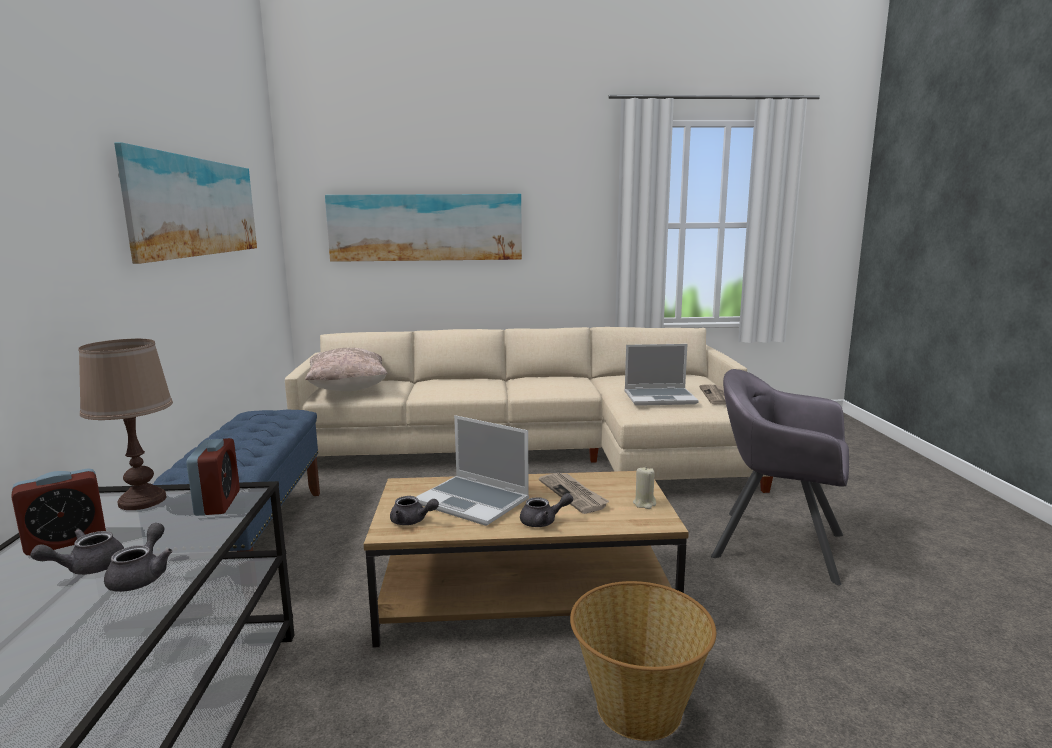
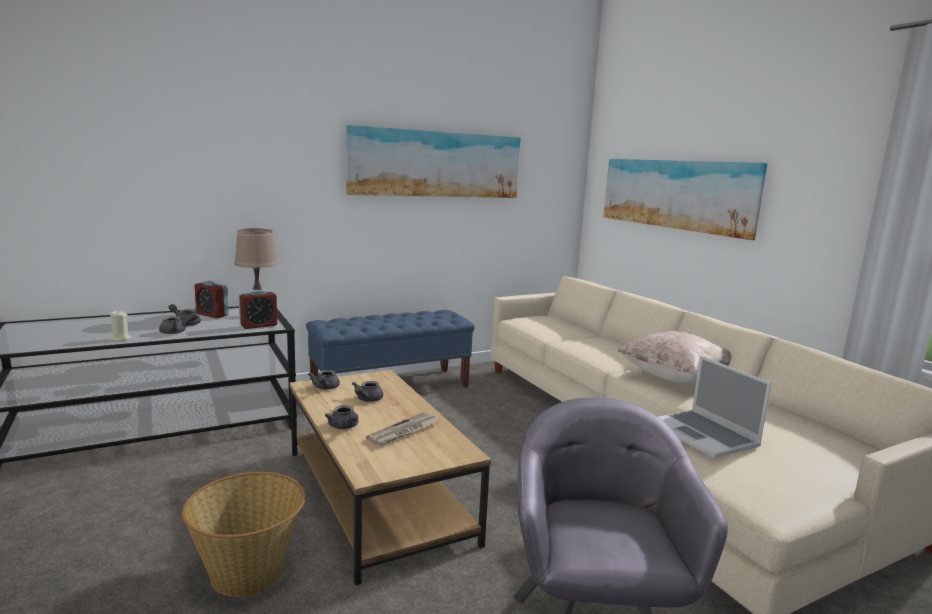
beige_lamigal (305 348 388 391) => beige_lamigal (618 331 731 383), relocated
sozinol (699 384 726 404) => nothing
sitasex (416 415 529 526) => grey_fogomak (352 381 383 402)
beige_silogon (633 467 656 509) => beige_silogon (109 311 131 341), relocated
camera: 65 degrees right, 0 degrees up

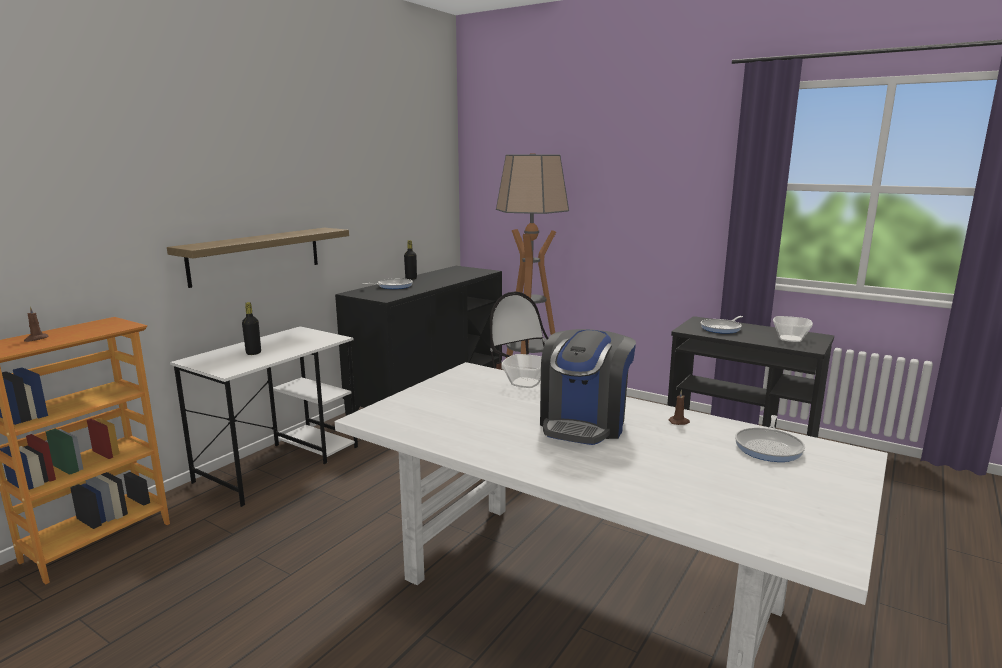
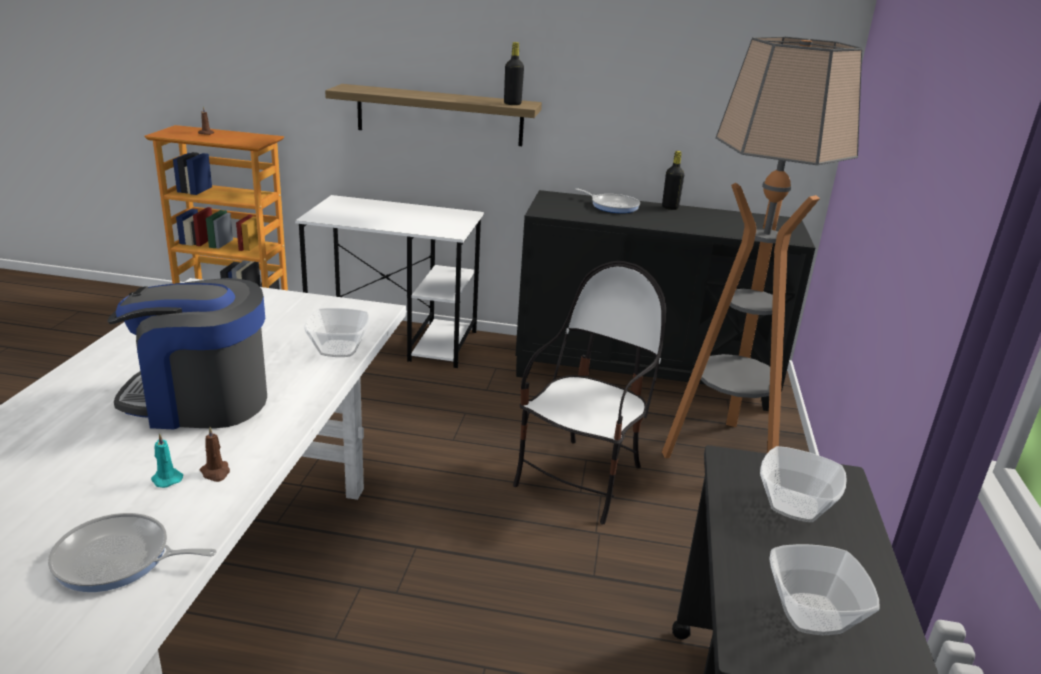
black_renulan (242 302 261 355) => black_renulan (504 42 524 105), relocated
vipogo (701 316 743 334) => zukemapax (760 446 847 522)
nothing => turquoise_silogon (151 433 183 488)
camera: 65 degrees right, 10 degrees up

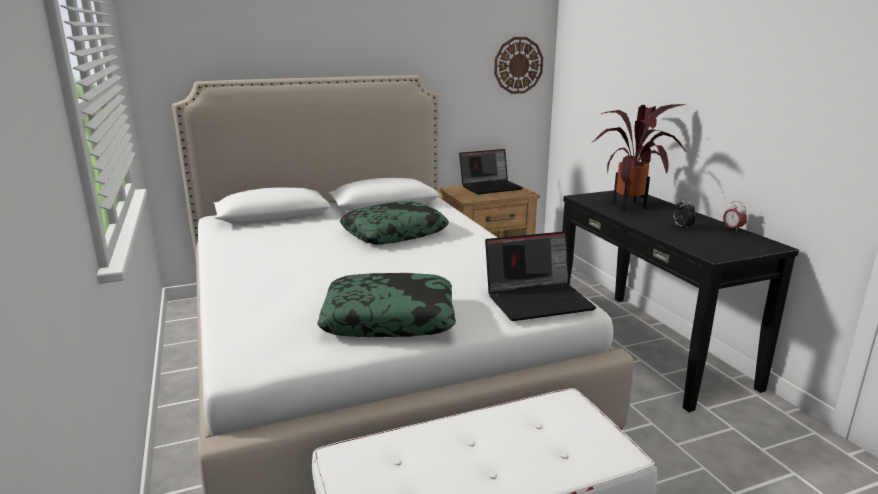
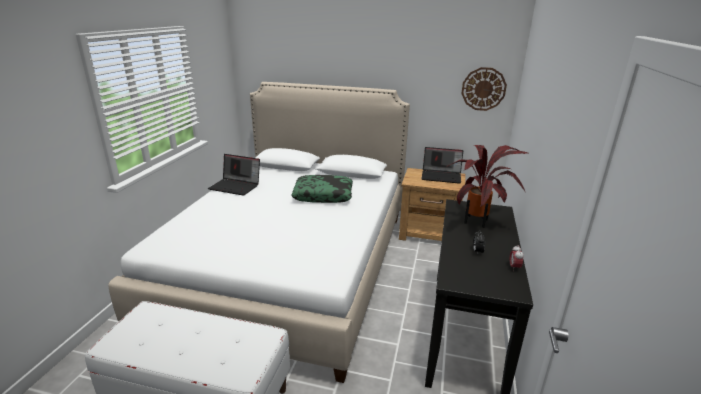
sitasex (485 231 597 321) => sitasex (208 154 260 196), relocated
lamigal (317 273 456 337) => nothing
camera: 35 degrees right, 5 degrees up

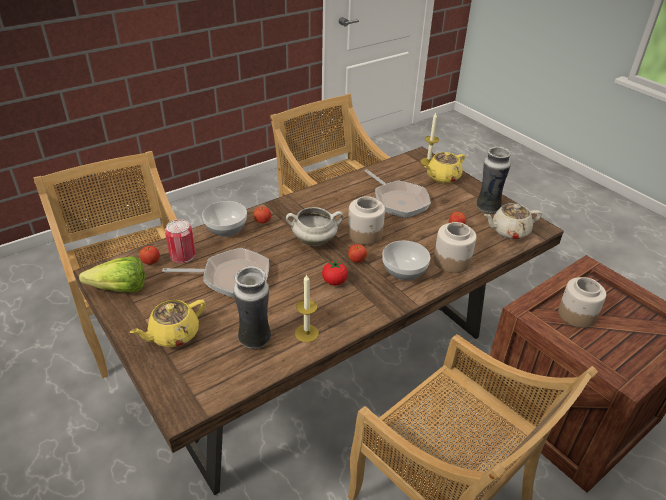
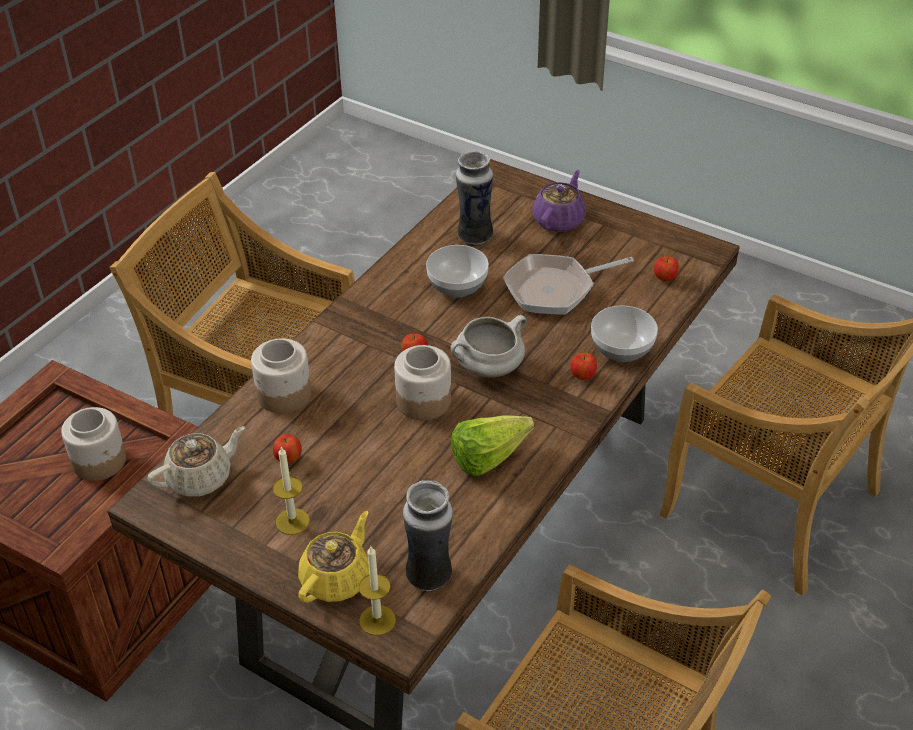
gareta (476 147 511 214) => gareta (403 480 453 591), relocated
vipogo (365 169 431 218) => nothing
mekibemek (165 219 196 263) => nothing
zukemapax (383 241 430 280) => zukemapax (426 245 489 298), relocated
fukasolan (79 256 145 293) => fukasolan (451 415 534 477), relocated
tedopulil (322 259 348 285) => nothing
silogon (295 274 319 343) => silogon (273 446 310 535), relocated
yellow_fogomak (130 300 206 347) => purple_fogomak (532 170 586 232)
camera: 160 degrees right, 5 degrees up

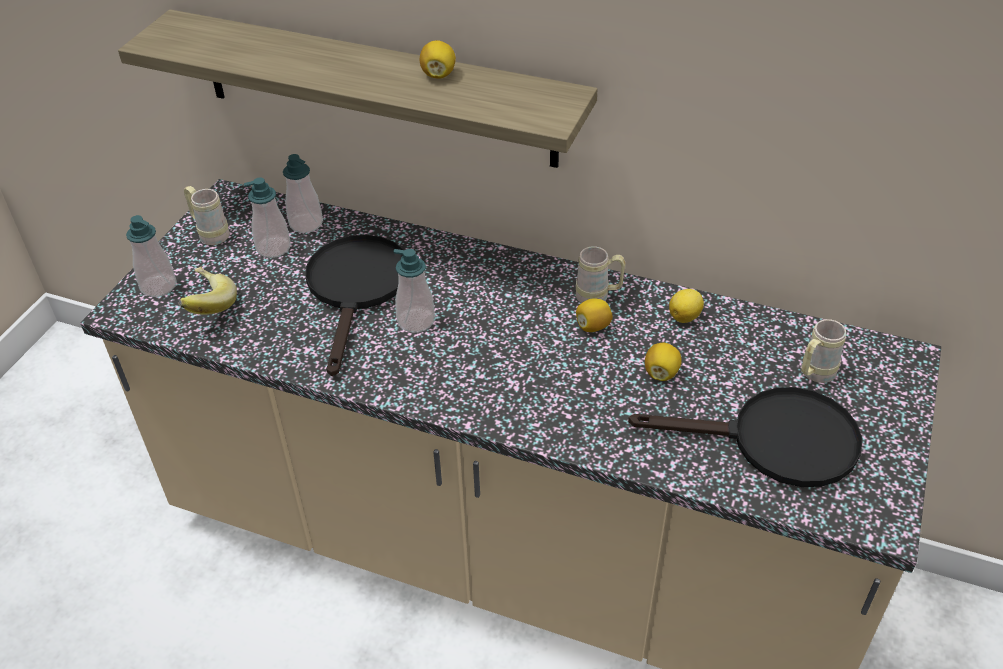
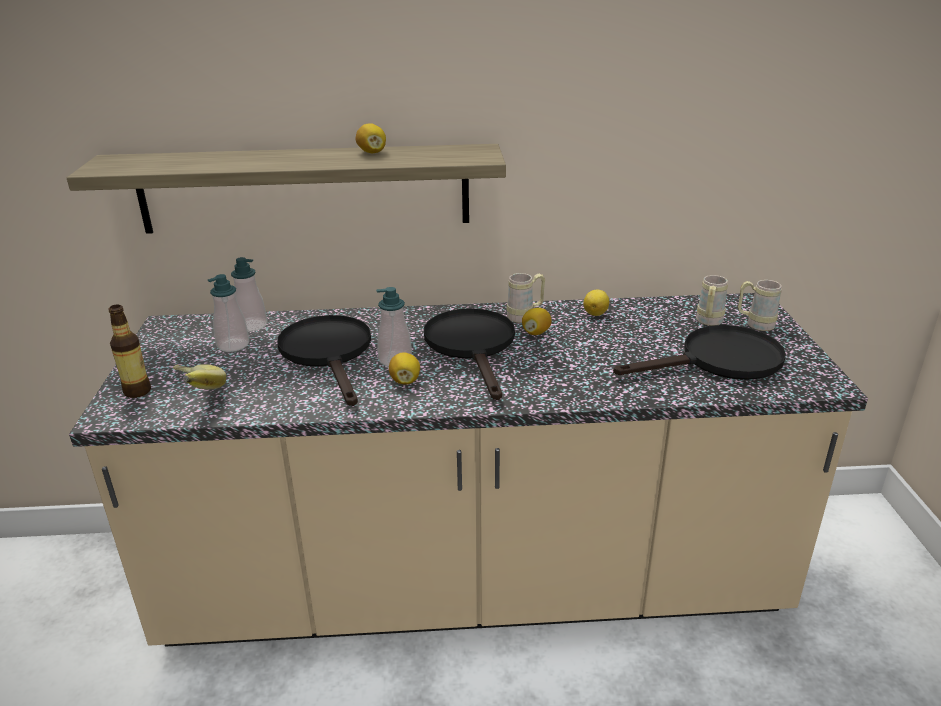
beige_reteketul (184 186 230 245) => beige_reteketul (738 280 782 331), relocated
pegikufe (126 215 177 297) => renulan (108 305 151 398)
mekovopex (645 343 682 381) => mekovopex (389 352 420 384), relocated
nothing => black_vipogo (424 308 515 400)
camera: 25 degrees left, 15 degrees down

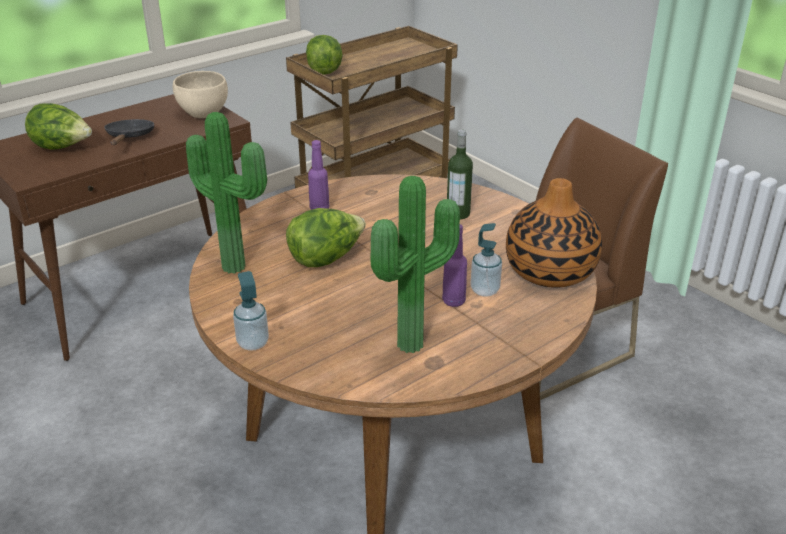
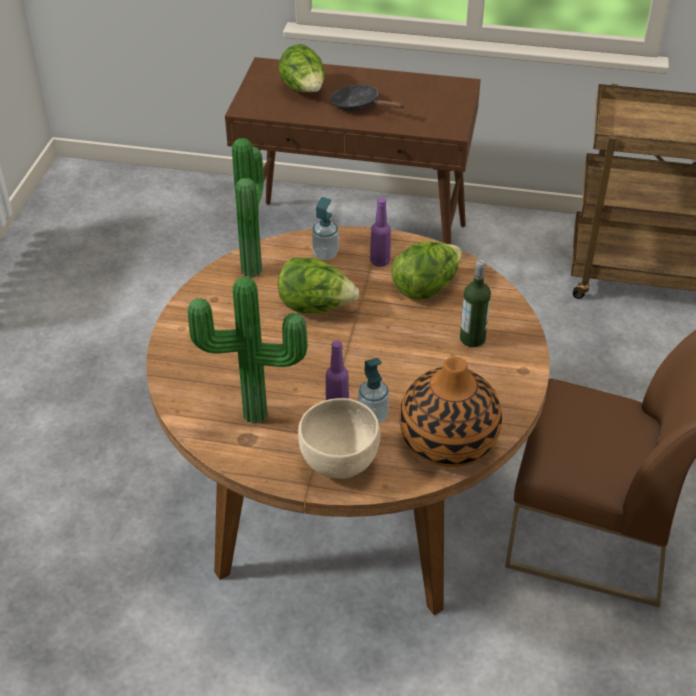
fukasolan (306 35 343 75) => fukasolan (391 242 462 299), relocated
beige_zukemapax (173 71 228 118) => beige_zukemapax (298 398 380 479), relocated
black_vipogo (105 119 155 145) => black_vipogo (331 85 406 111), 105 degrees counterclockwise
pegikufe (233 271 269 351) => pegikufe (312 197 339 260), relocated
camera: 50 degrees right, 10 degrees up

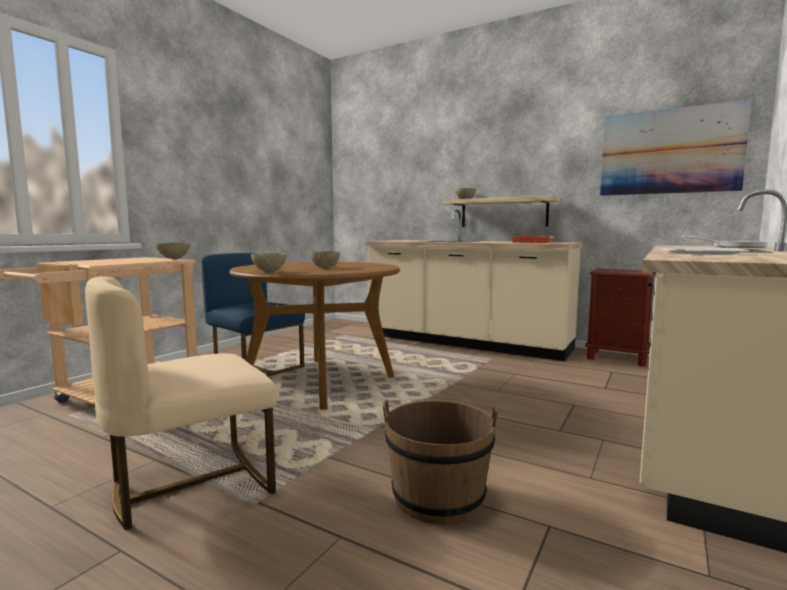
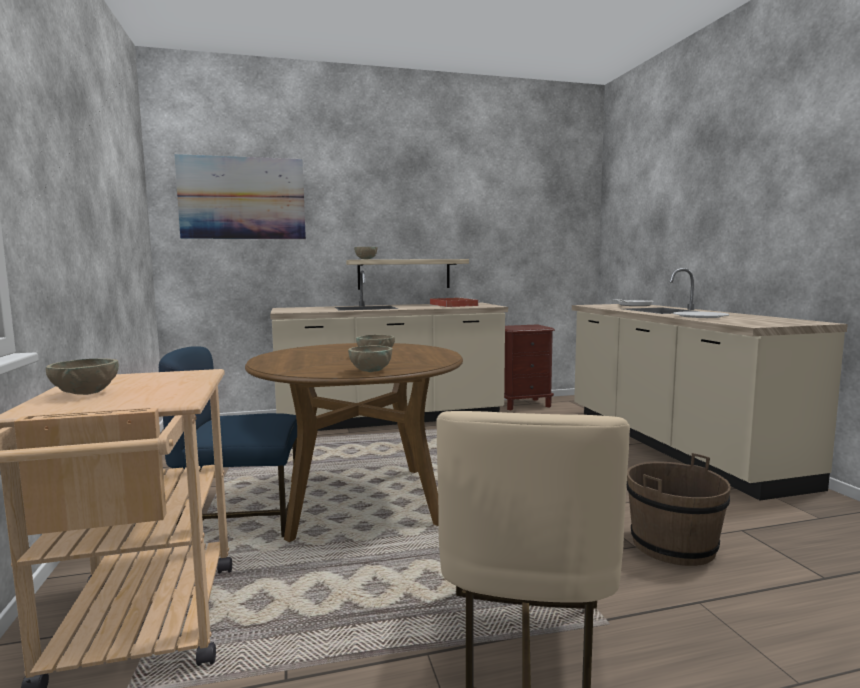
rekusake (600 99 752 196) => rekusake (174 154 306 239), relocated
beige_zukemapax (156 243 190 259) => beige_zukemapax (46 358 119 395), relocated
camera: 45 degrees left, 0 degrees up

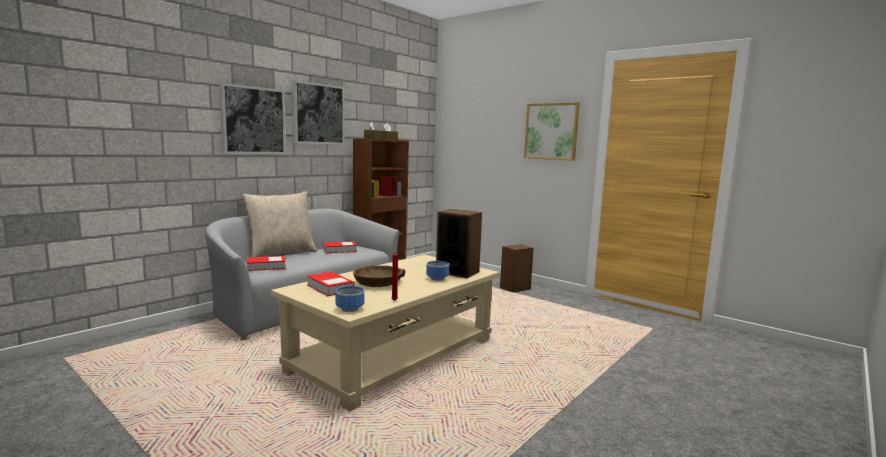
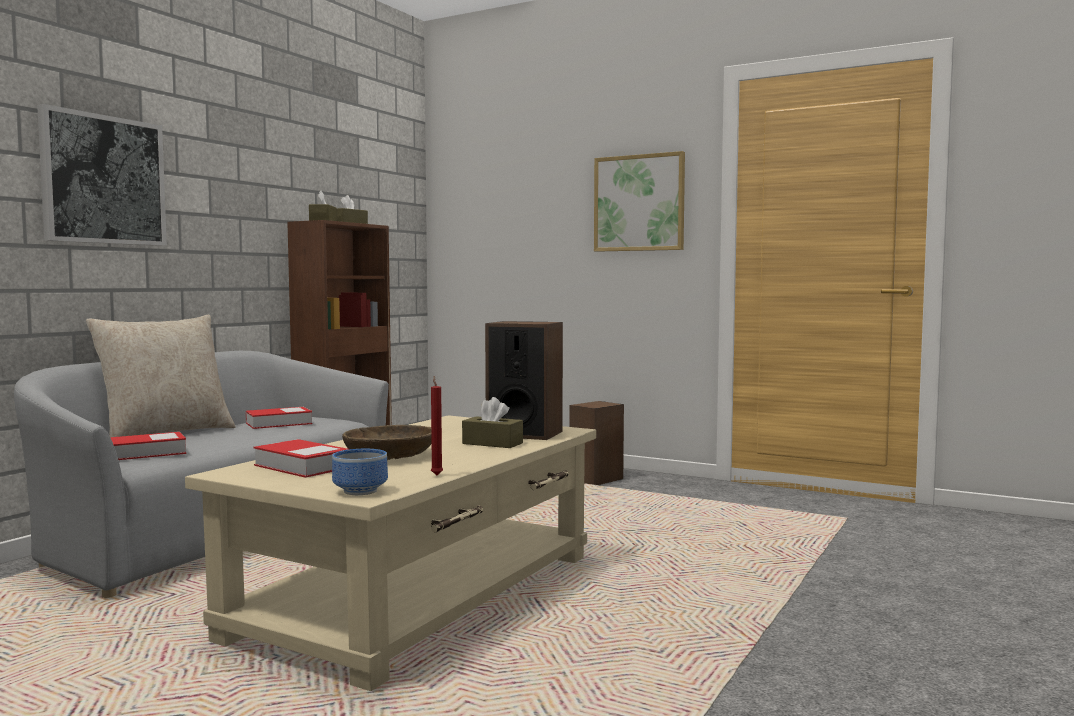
rekusake (292 80 345 144) => nothing
zukemapax (426 261 449 281) => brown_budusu (462 397 523 448)
camera: 10 degrees left, 5 degrees down

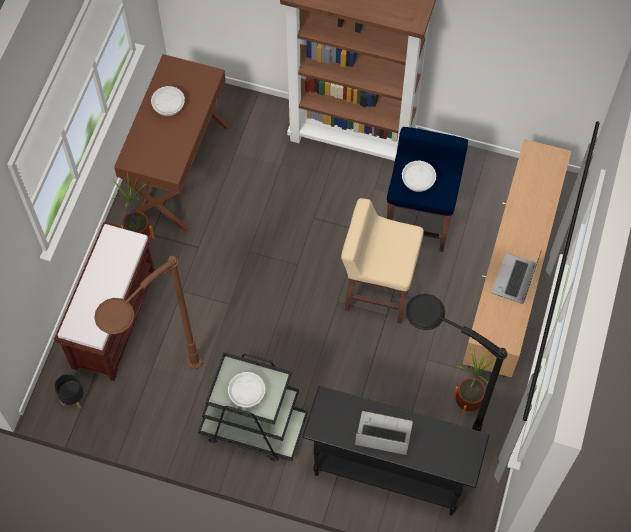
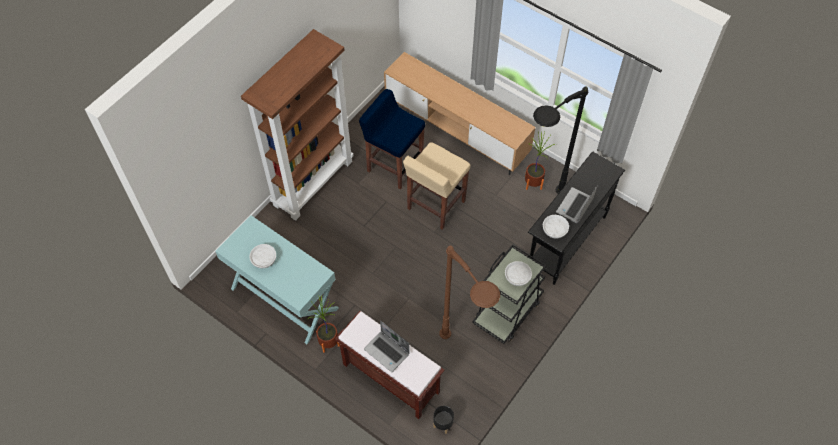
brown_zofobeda (114 54 230 232) => turquoise_zofobeda (215 215 339 344)
white_zukemapax (402 161 436 192) => white_zukemapax (543 215 569 238), relocated
sitasex (492 249 542 304) => sitasex (364 321 410 372), relocated
camera: 70 degrees left, 5 degrees down

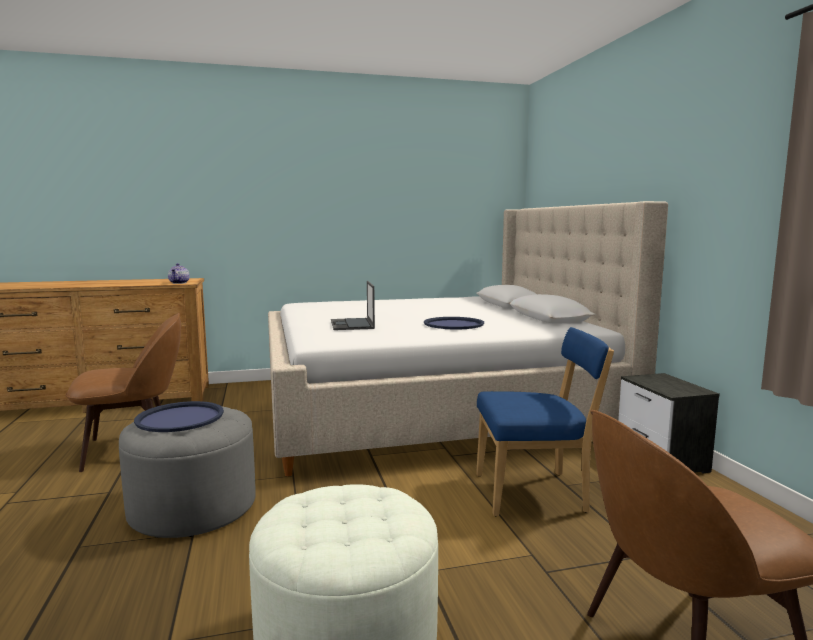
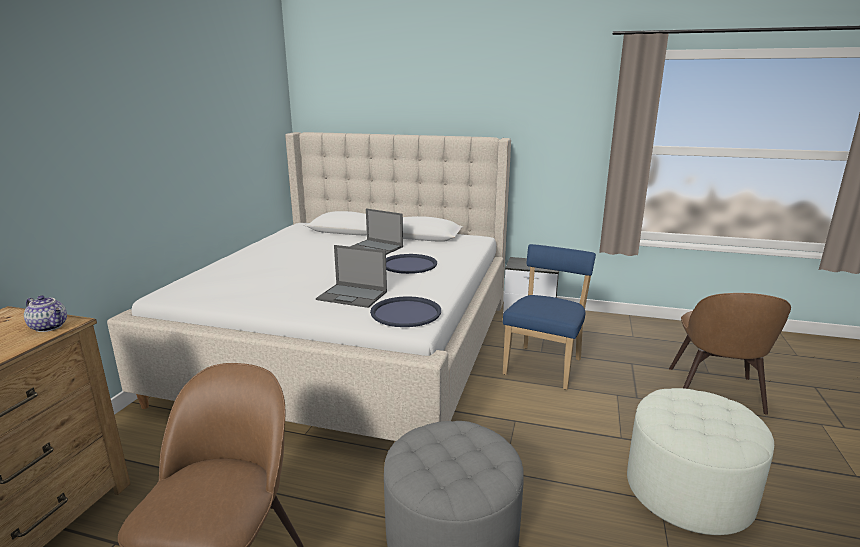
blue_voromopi (134 401 224 432) => blue_voromopi (370 296 441 327), relocated
nothing => sitasex (350 209 403 255)
camera: 60 degrees left, 10 degrees up

